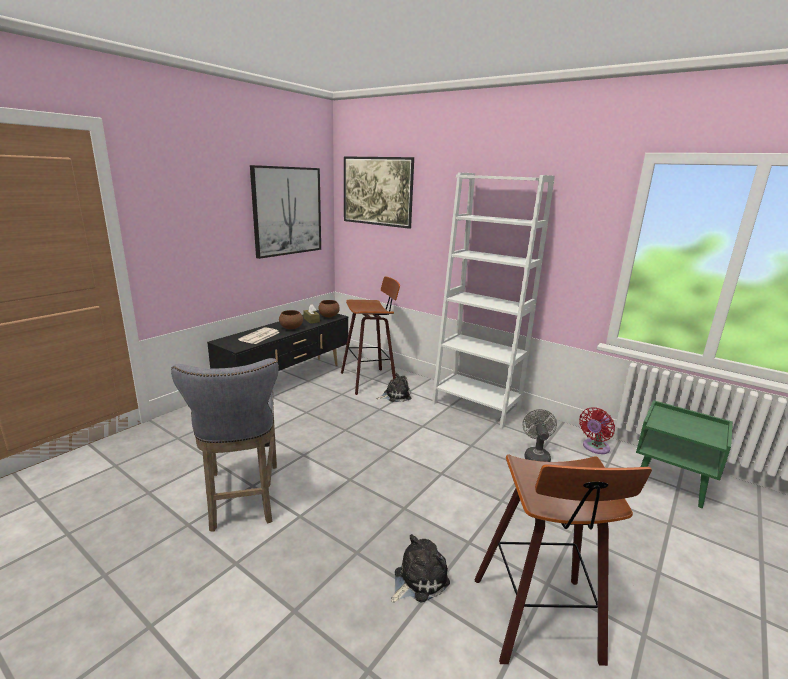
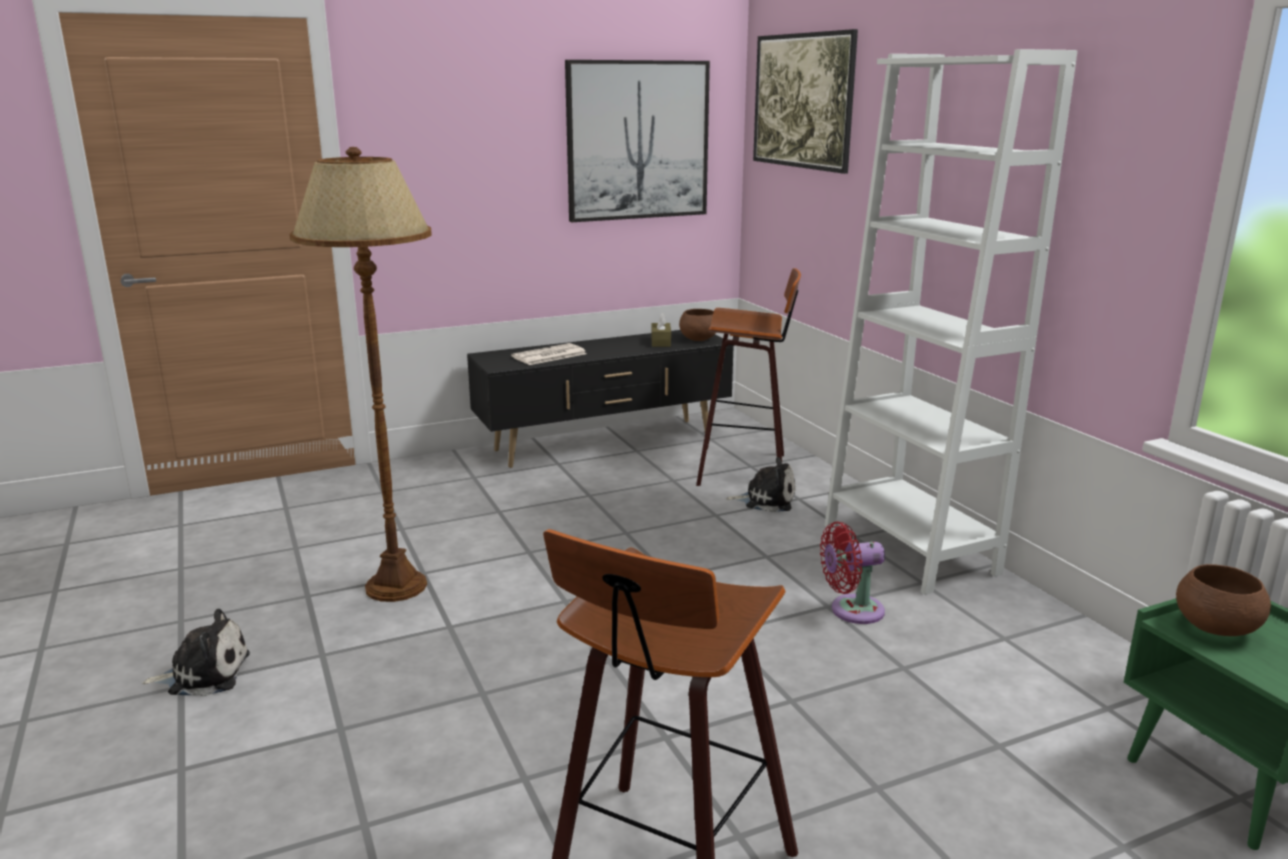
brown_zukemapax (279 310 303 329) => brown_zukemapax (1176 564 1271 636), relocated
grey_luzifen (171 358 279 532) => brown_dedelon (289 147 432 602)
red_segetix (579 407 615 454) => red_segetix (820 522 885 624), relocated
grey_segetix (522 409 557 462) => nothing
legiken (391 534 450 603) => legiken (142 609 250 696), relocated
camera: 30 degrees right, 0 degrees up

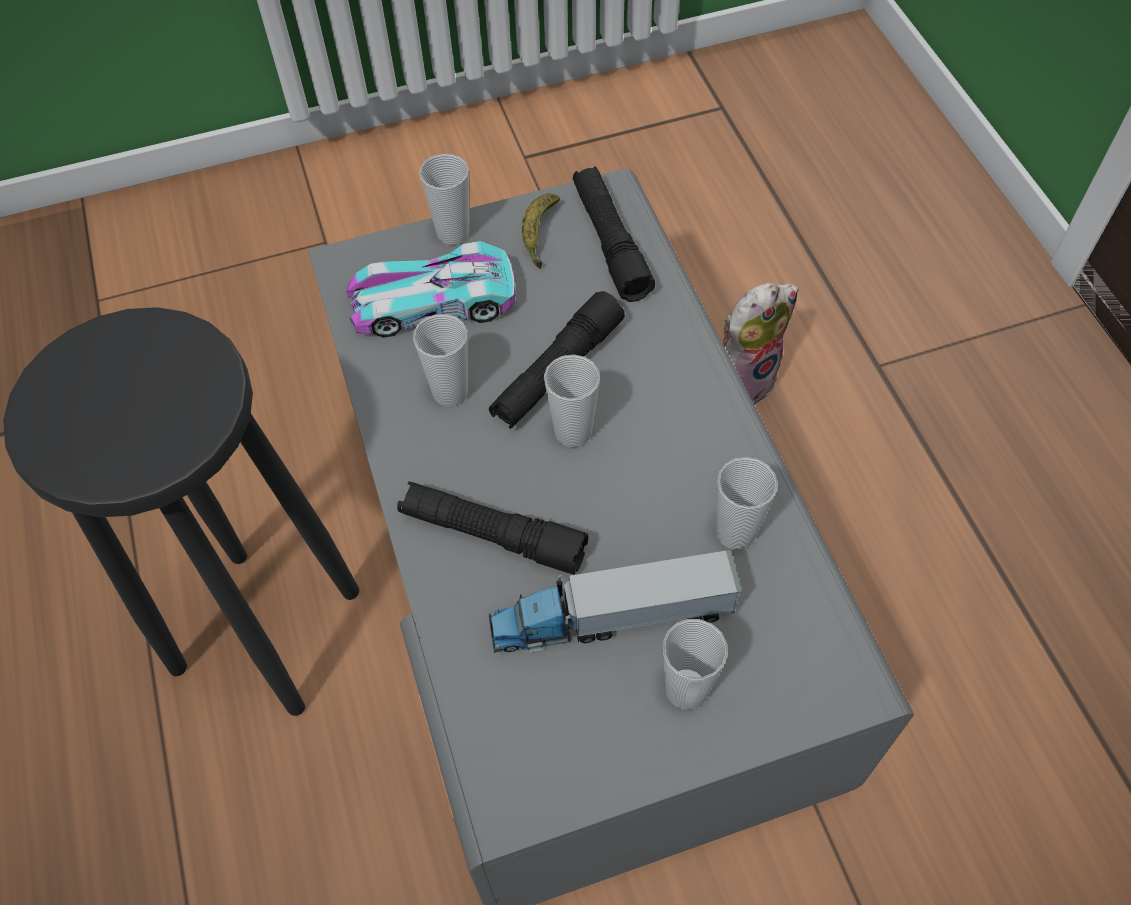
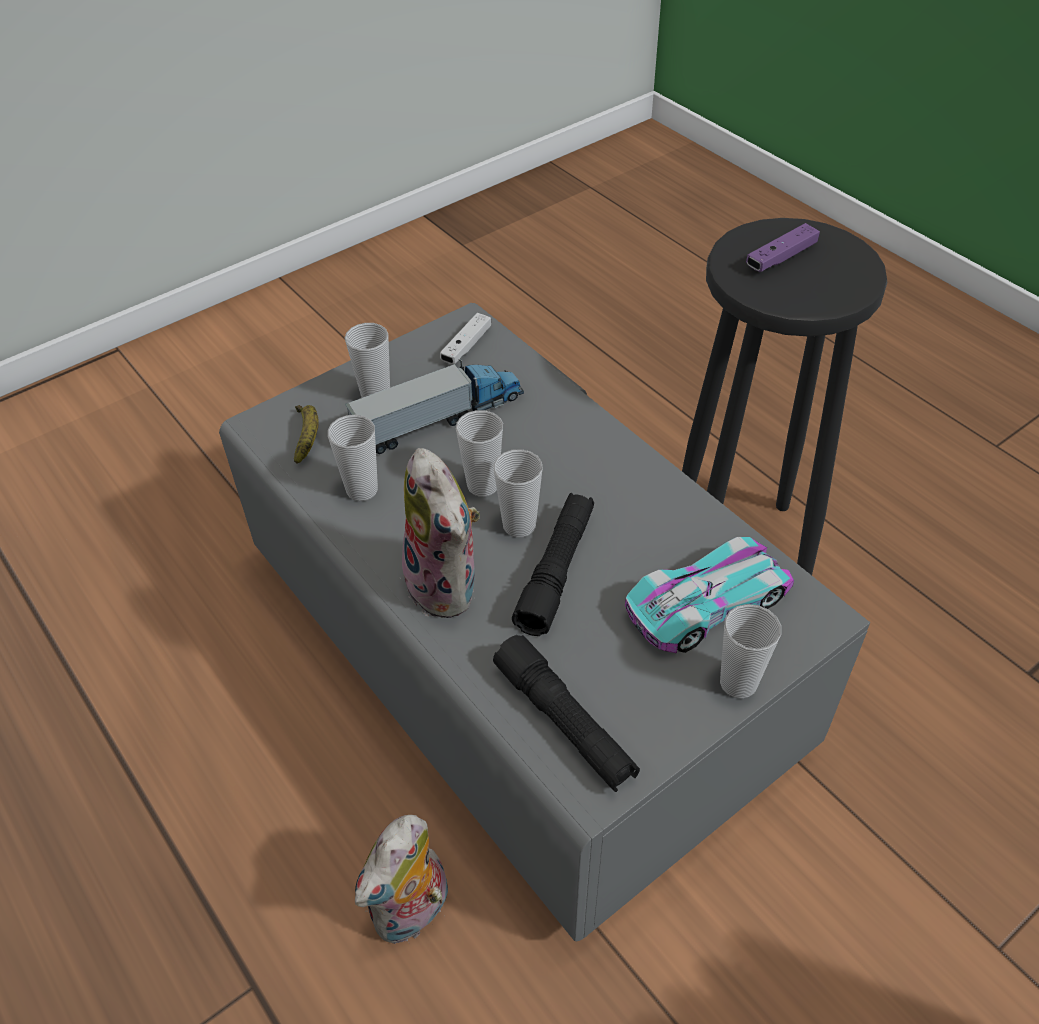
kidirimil (522 193 560 269) => kidirimil (294 405 319 464), relocated
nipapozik (413 314 468 406) => nipapozik (456 410 503 497), relocated
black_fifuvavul (397 481 588 575) => nothing
nothing => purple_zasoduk (746 223 820 272)
nothing => white_zasoduk (440 313 491 364)
nothing => legiken (402 448 480 618)
camera: 160 degrees right, 10 degrees down

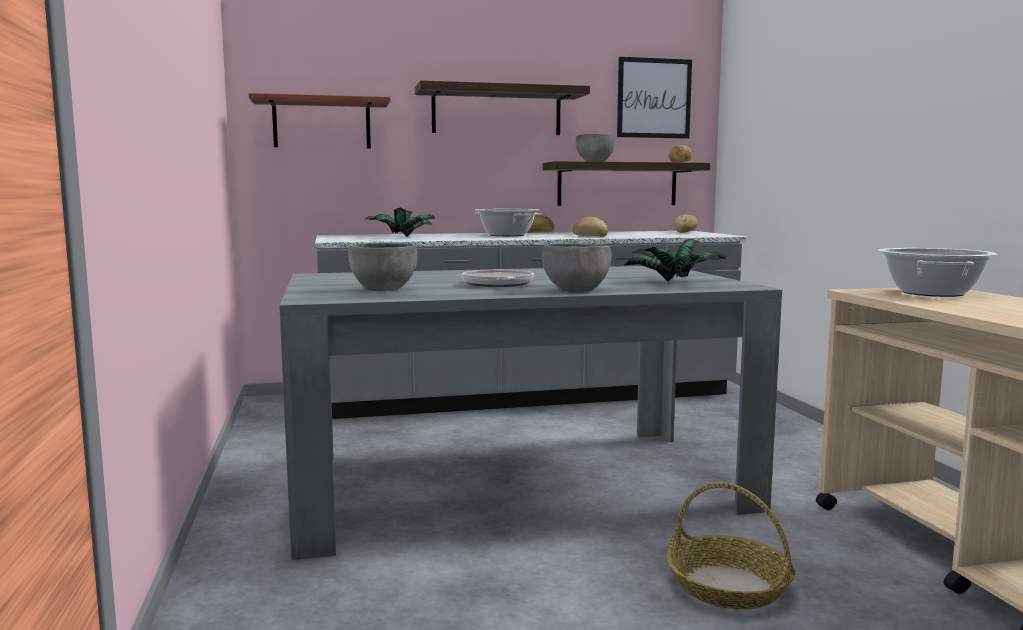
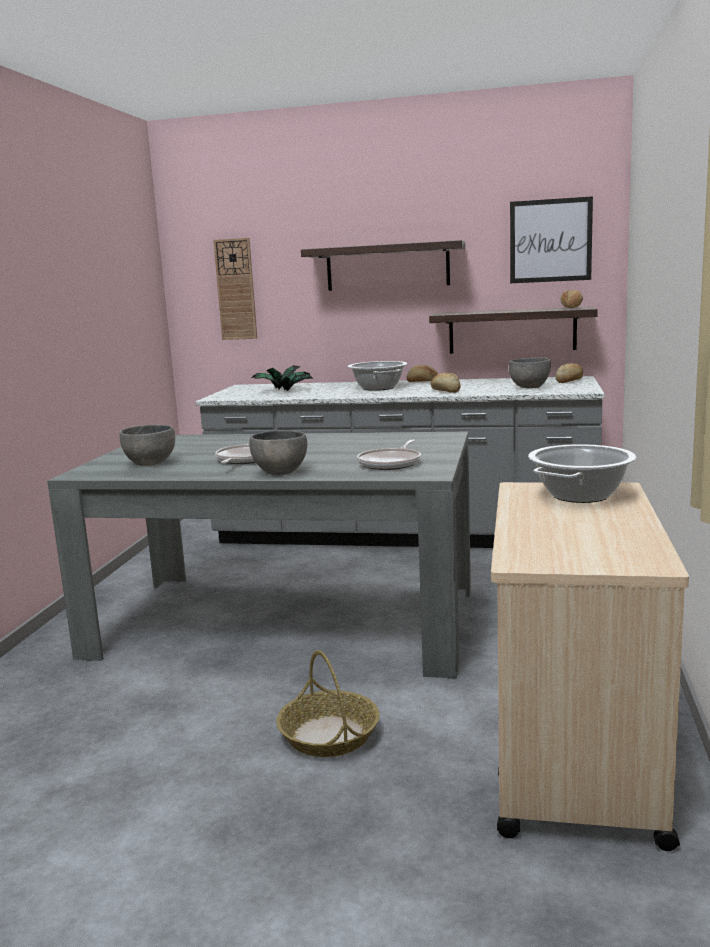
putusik (248 93 391 149) => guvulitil (213 238 257 340)
grey_zukemapax (576 134 616 162) => grey_zukemapax (509 357 551 388), relocated
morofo (624 238 727 282) => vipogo (357 440 421 470)
camera: 25 degrees right, 5 degrees up

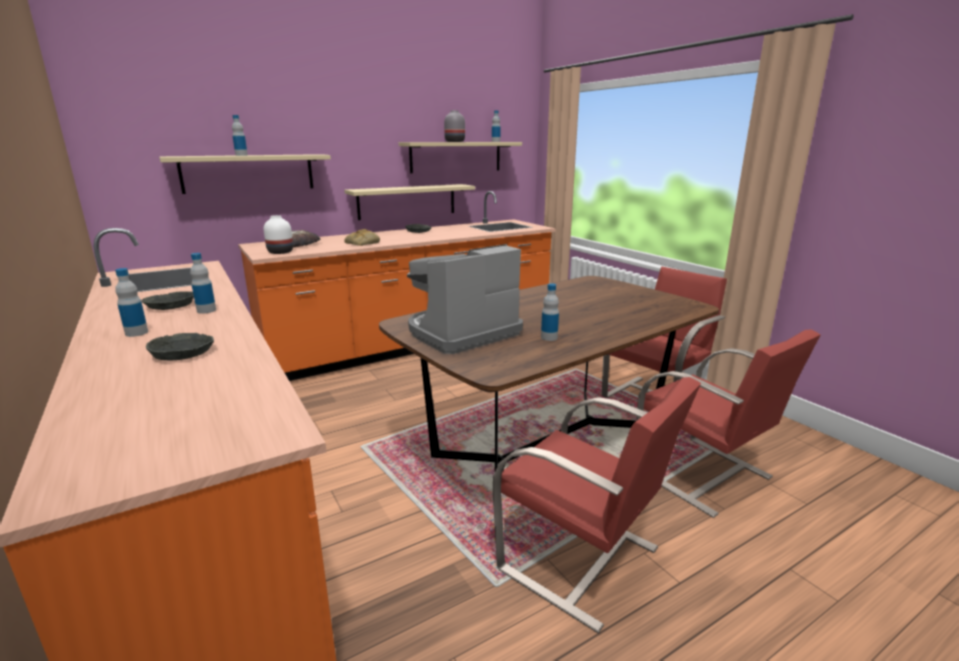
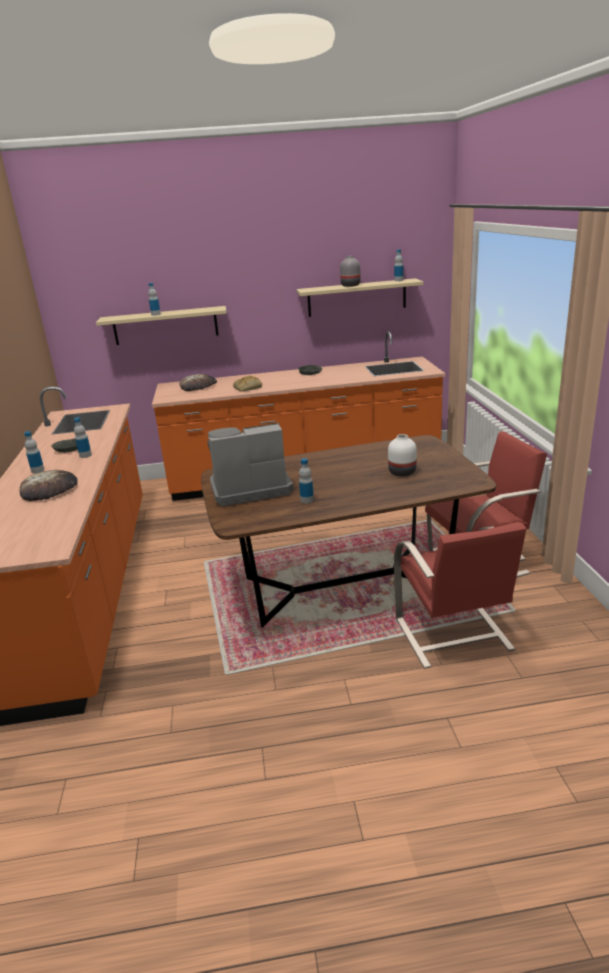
beige_putusik (344 184 475 220) => nothing
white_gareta (264 215 293 254) => white_gareta (388 434 417 477), relocated
grey_zukemapax (146 333 214 360) => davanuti (20 470 78 501)
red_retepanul (493 377 701 633) => nothing
camera: 25 degrees right, 5 degrees up

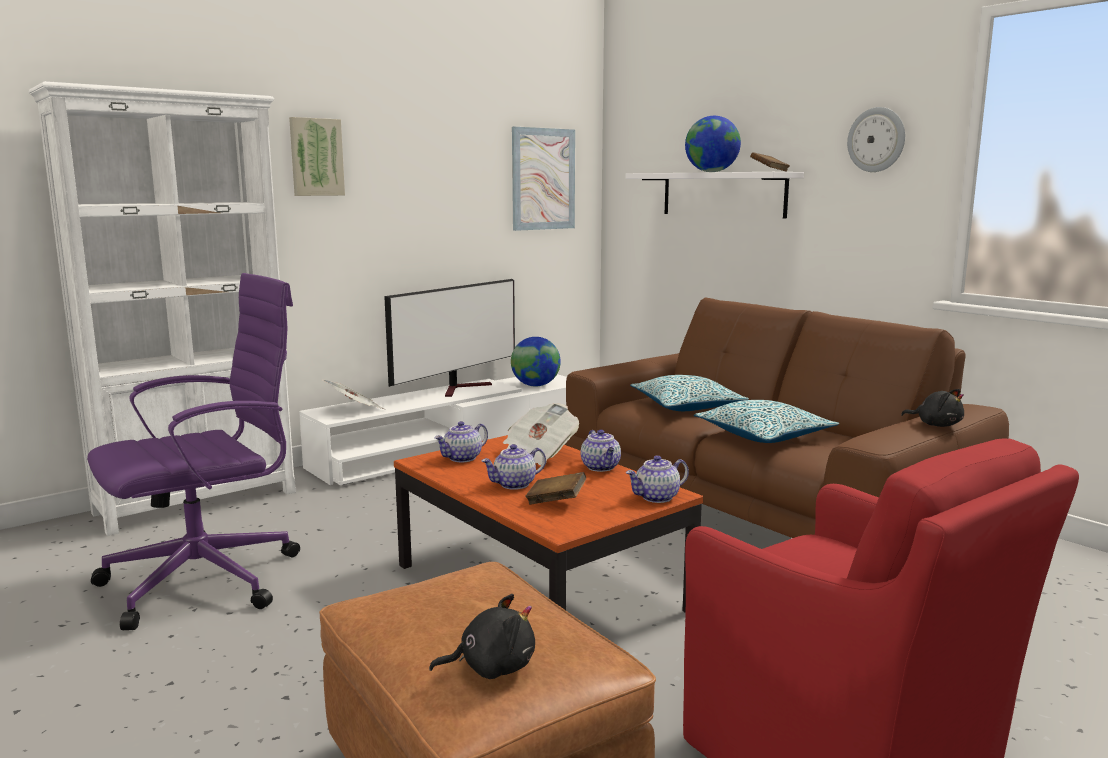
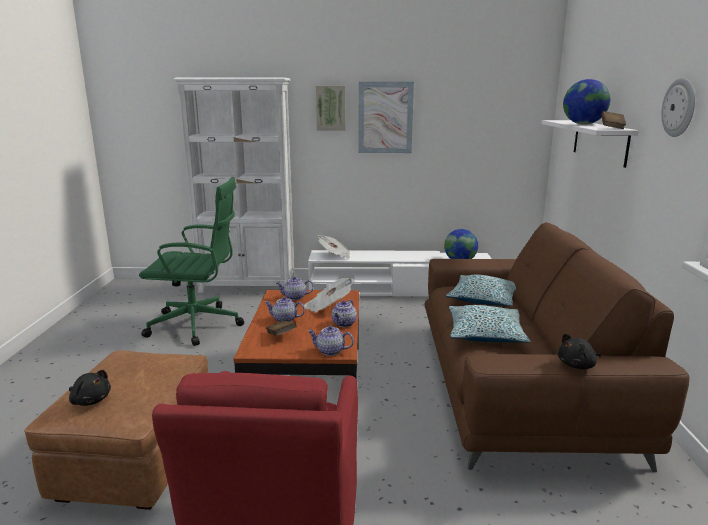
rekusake (512 127 575 231) => rekusake (358 82 414 153), relocated
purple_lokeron (87 273 300 630) => green_lokeron (139 177 244 346)
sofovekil (384 279 515 397) => nothing
black_legiken (901 389 964 427) => black_legiken (558 333 601 369), 75 degrees clockwise
camera: 40 degrees right, 5 degrees up

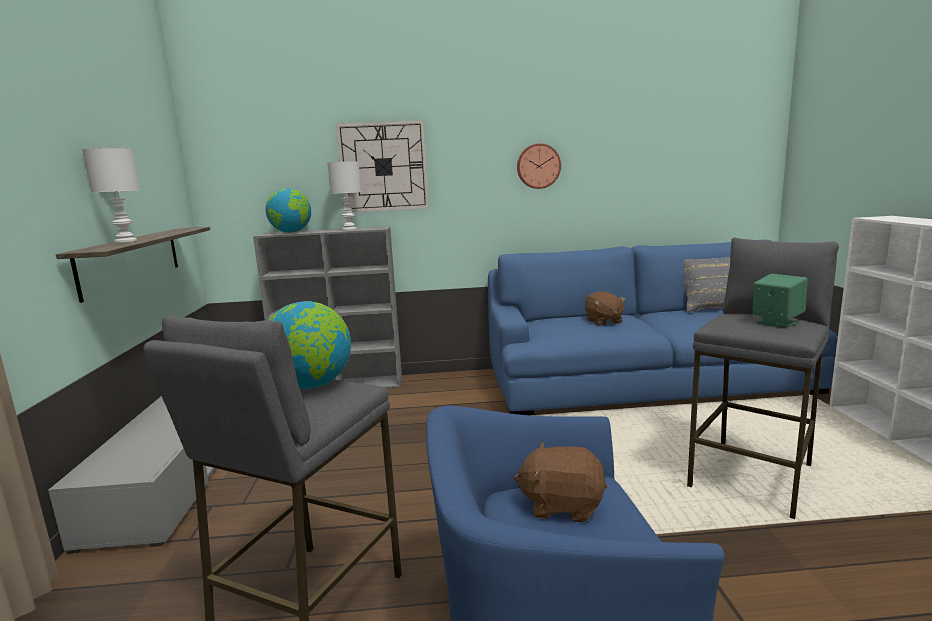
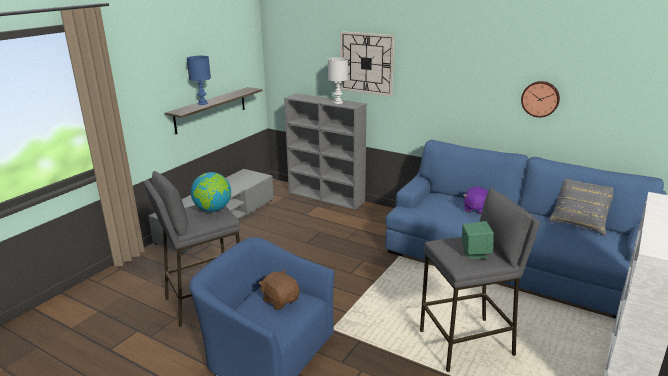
guvulitil (517 143 561 189) => guvulitil (521 81 560 118), relocated
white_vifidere (82 148 140 243) => blue_vifidere (187 56 211 105)
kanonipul (265 188 311 233) => nothing
brown_legiken (585 291 626 326) => purple_legiken (463 187 488 215)
camera: 35 degrees right, 10 degrees up

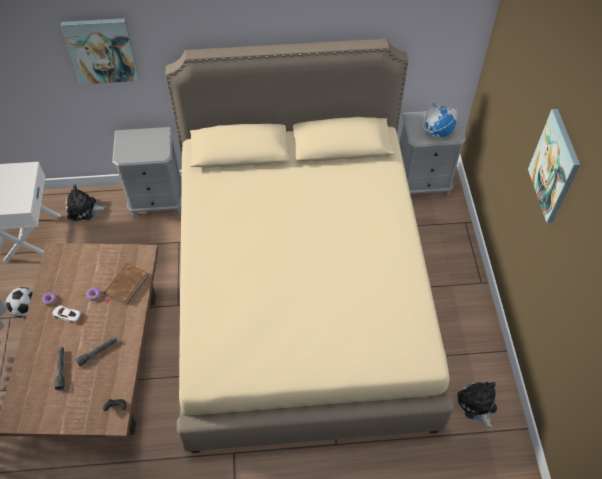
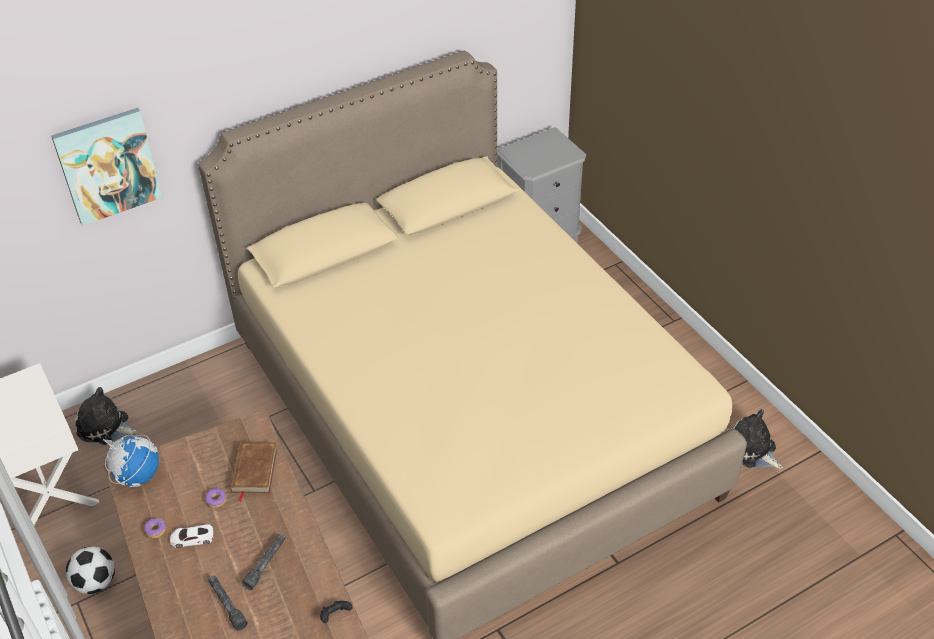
kanonipul (423 101 457 138) => kanonipul (103 435 159 487), relocated
rekusake (528 109 580 223) => nothing
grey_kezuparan (112 127 182 218) => nothing
legiken (65 184 107 221) => legiken (75 387 138 445), 45 degrees clockwise
camera: 25 degrees left, 10 degrees down

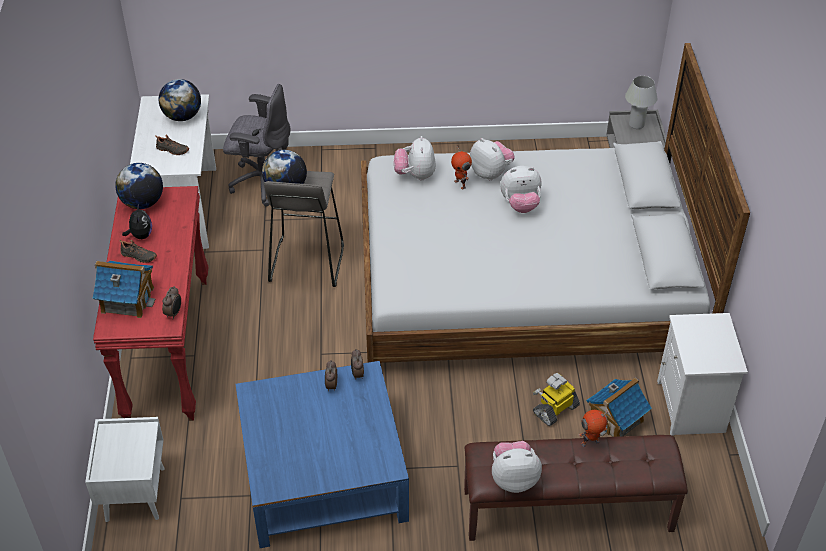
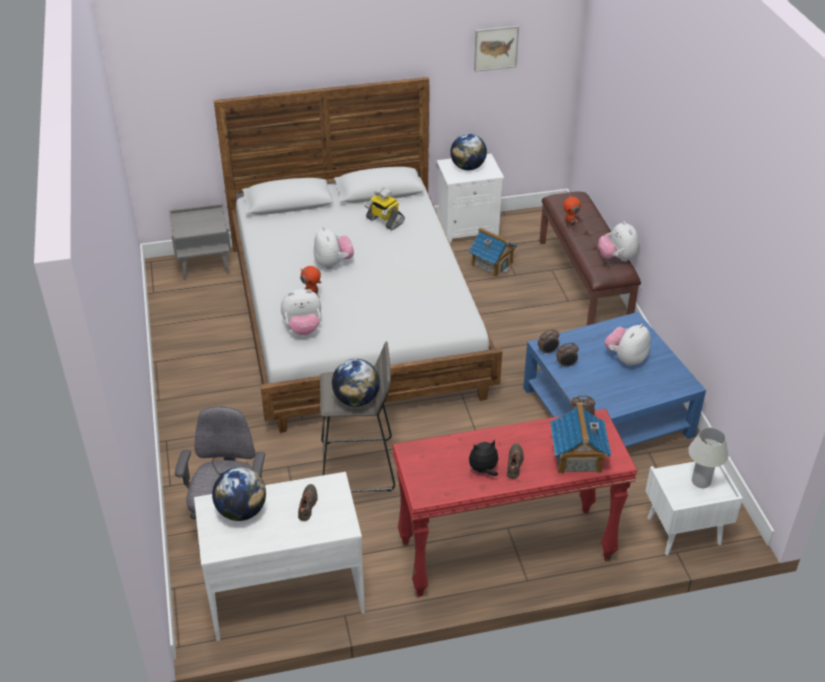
white_vifidere (625 76 657 129) => white_vifidere (688 427 728 488), relocated
legiken (470 138 515 180) => legiken (605 324 651 366), relocated
kanonipul (115 163 163 209) => kanonipul (450 134 487 170), relocated
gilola (533 373 580 426) => gilola (364 187 405 230), relocated
nothing => rekusake (474 26 519 72)
camera: 100 degrees left, 5 degrees down

